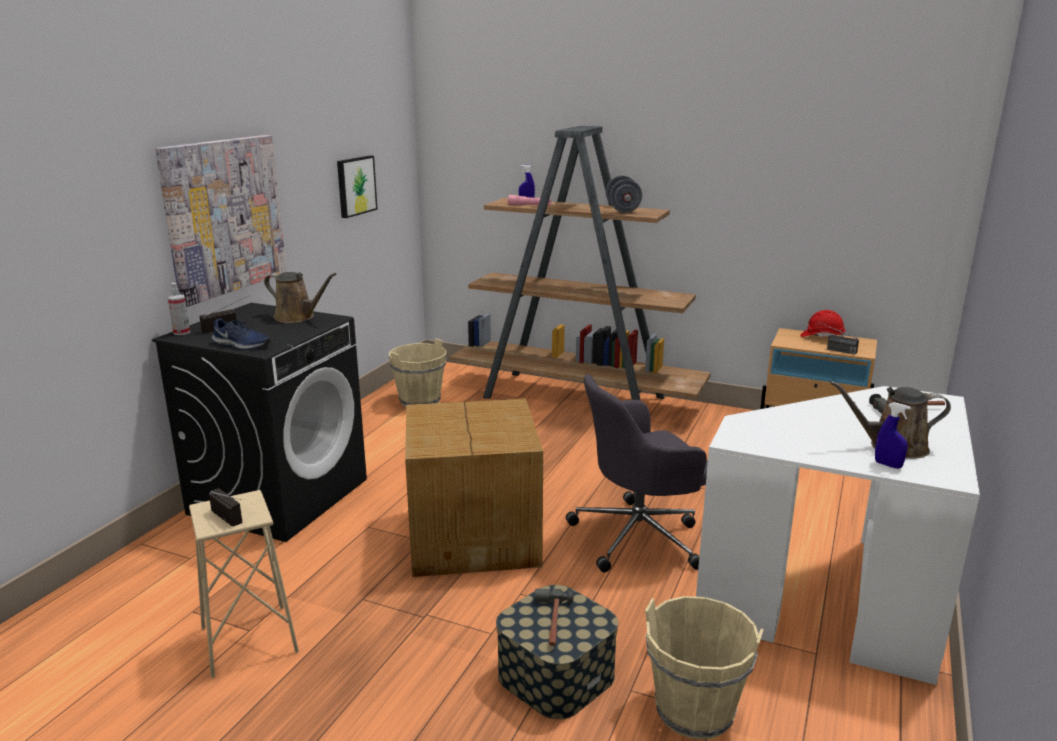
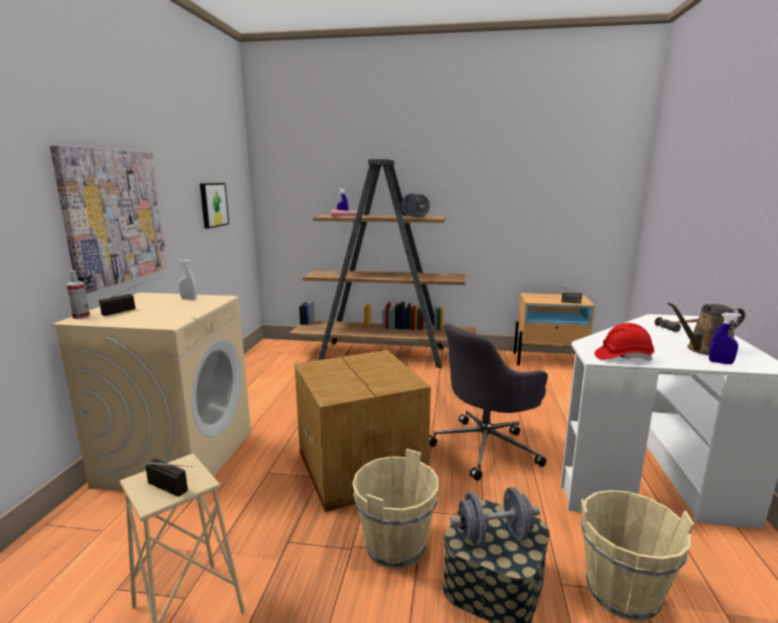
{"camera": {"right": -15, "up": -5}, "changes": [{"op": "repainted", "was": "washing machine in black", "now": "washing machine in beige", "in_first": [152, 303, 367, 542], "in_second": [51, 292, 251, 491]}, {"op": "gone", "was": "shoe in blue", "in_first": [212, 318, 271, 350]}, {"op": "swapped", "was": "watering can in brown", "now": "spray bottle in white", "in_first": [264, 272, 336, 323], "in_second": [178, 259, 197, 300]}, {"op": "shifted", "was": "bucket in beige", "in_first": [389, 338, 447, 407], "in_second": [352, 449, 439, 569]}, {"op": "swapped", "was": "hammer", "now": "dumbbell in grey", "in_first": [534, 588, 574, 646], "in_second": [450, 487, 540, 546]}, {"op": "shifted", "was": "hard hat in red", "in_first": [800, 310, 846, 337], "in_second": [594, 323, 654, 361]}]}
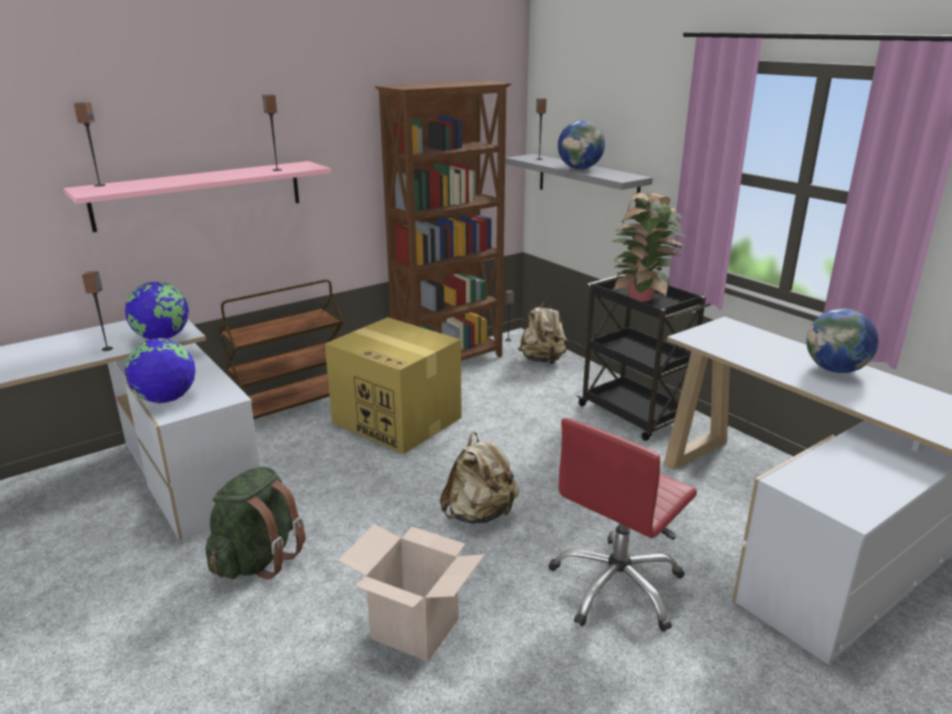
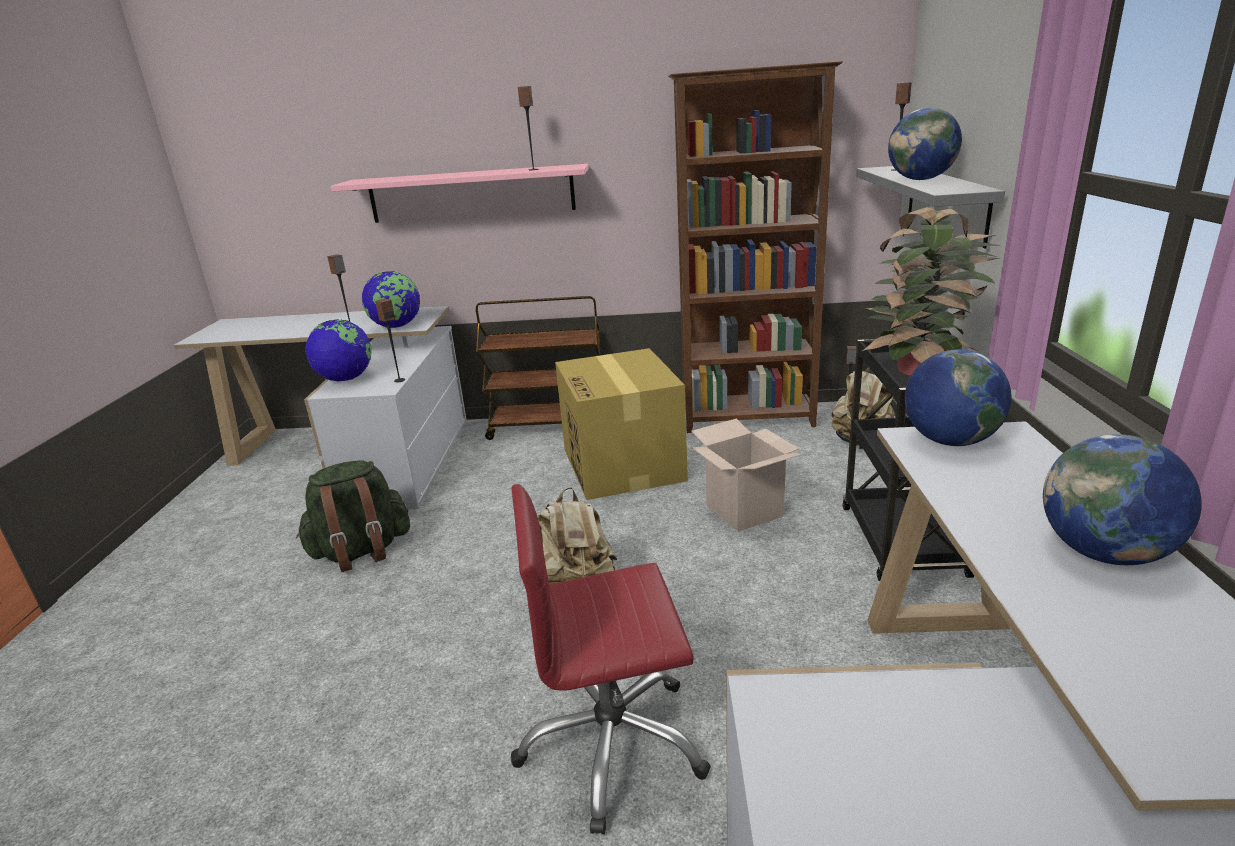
{"camera": {"right": 40, "up": 0}, "changes": [{"op": "shifted", "was": "speaker", "in_first": [74, 102, 105, 187], "in_second": [375, 298, 405, 382]}, {"op": "shifted", "was": "cardboard box", "in_first": [338, 524, 485, 662], "in_second": [691, 419, 803, 532]}, {"op": "new", "now": "globe", "in_second": [905, 349, 1012, 446]}]}
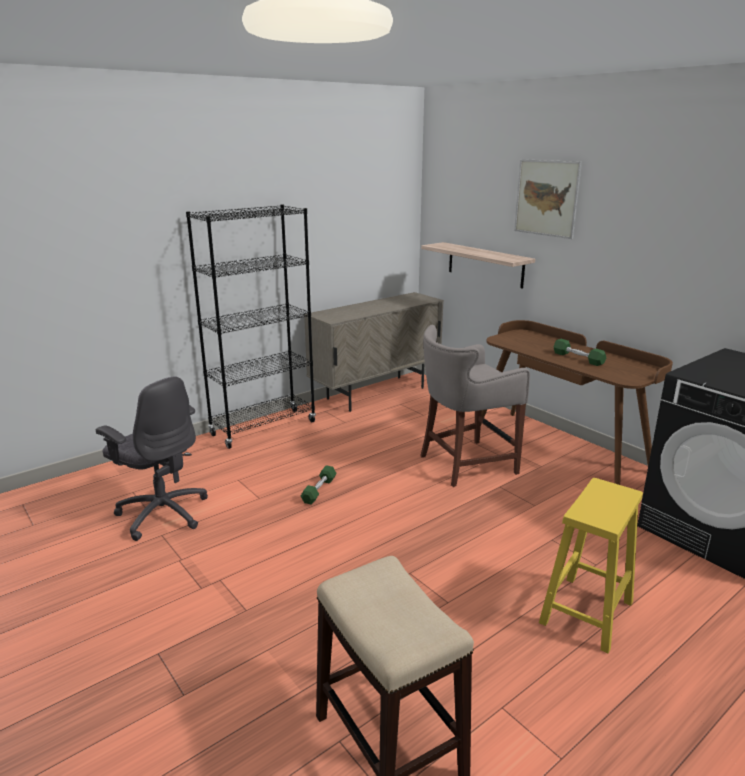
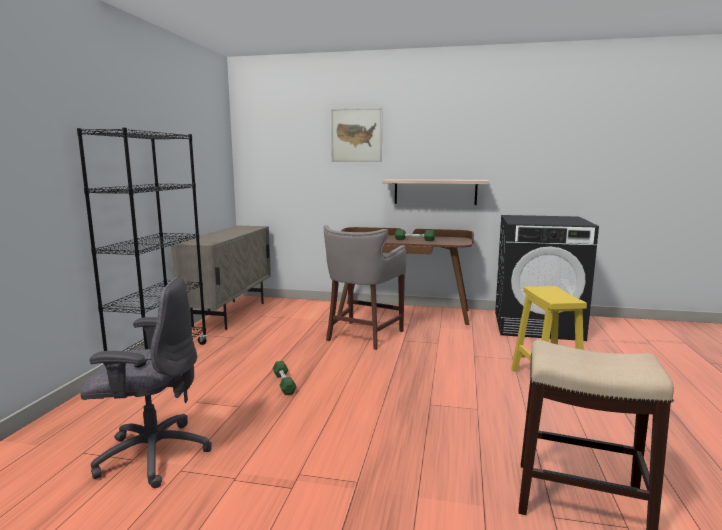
{"camera": {"right": -40, "up": -10}, "changes": [{"op": "shifted", "was": "shelf", "in_first": [421, 242, 535, 289], "in_second": [382, 179, 489, 205]}]}
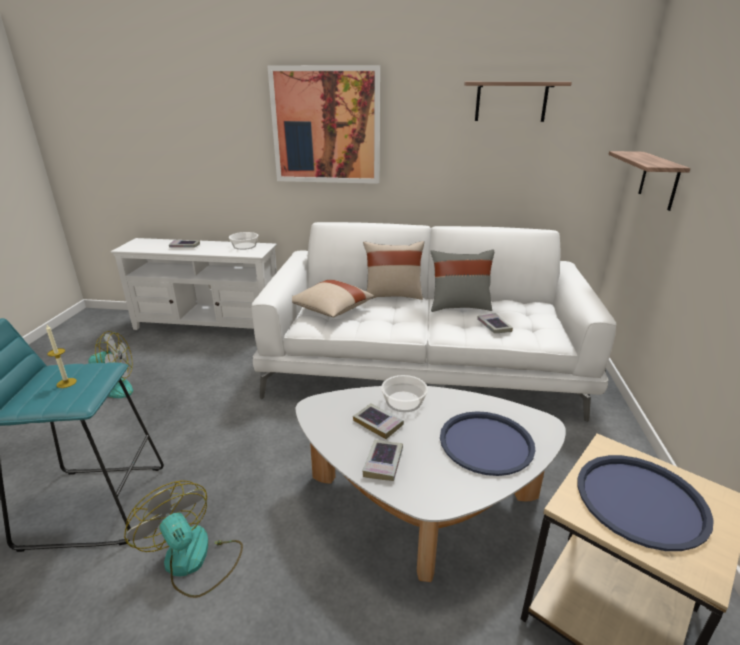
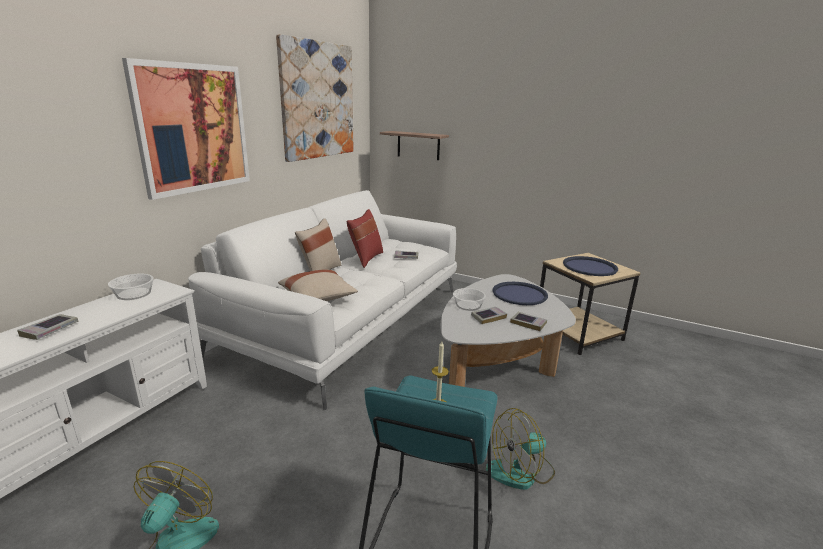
{"camera": {"right": -70, "up": -5}, "changes": [{"op": "repainted", "was": "pillow in grey", "now": "pillow in red", "in_first": [430, 249, 494, 312], "in_second": [347, 209, 383, 268]}, {"op": "swapped", "was": "shelf", "now": "picture", "in_first": [464, 82, 572, 122], "in_second": [276, 34, 354, 162]}]}
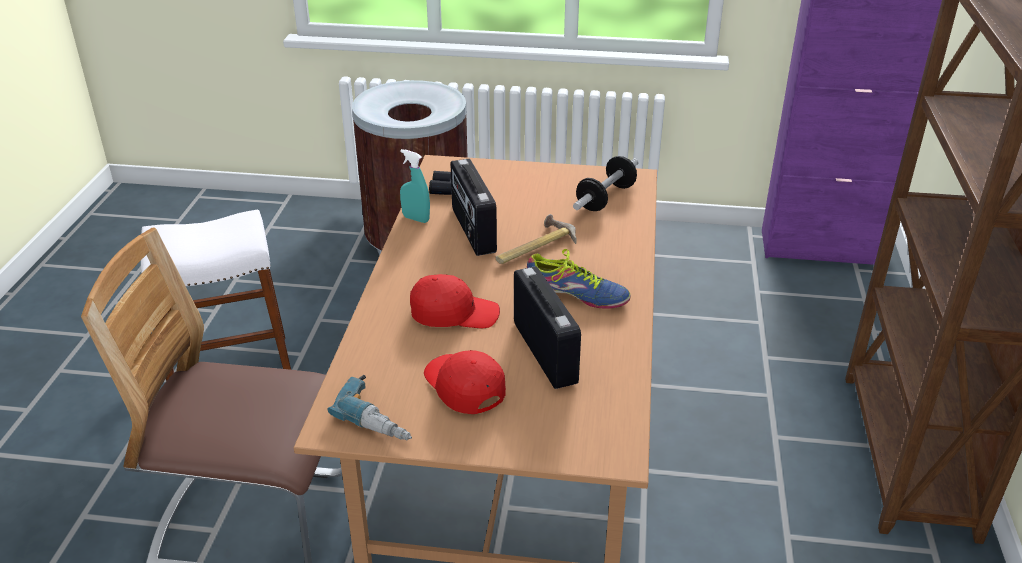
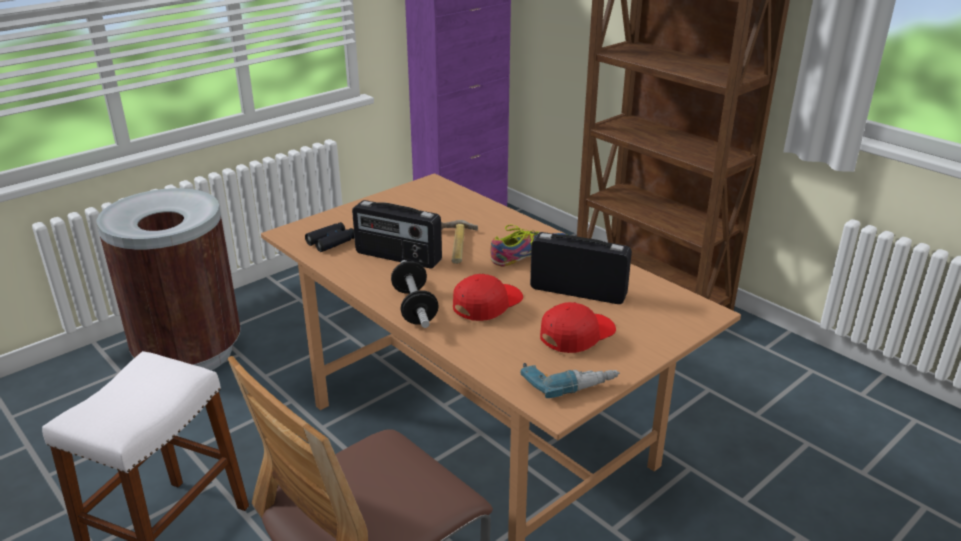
{"camera": {"right": -50, "up": -5}, "changes": [{"op": "gone", "was": "spray bottle in turquoise", "in_first": [400, 149, 430, 223]}, {"op": "rotated", "was": "cap in red", "in_first": [424, 350, 506, 414], "in_second": [540, 302, 616, 353], "clockwise": 135}, {"op": "shifted", "was": "dumbbell", "in_first": [573, 156, 638, 211], "in_second": [391, 260, 439, 328]}]}
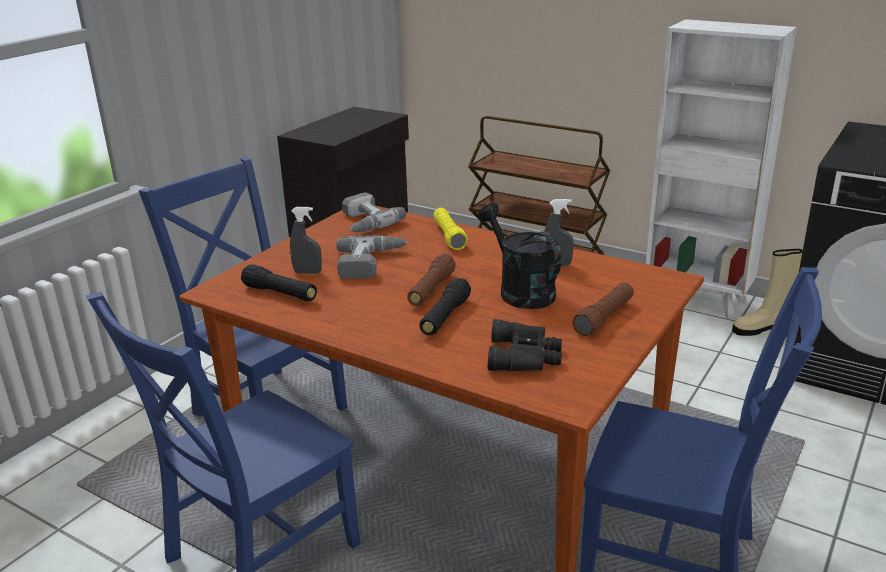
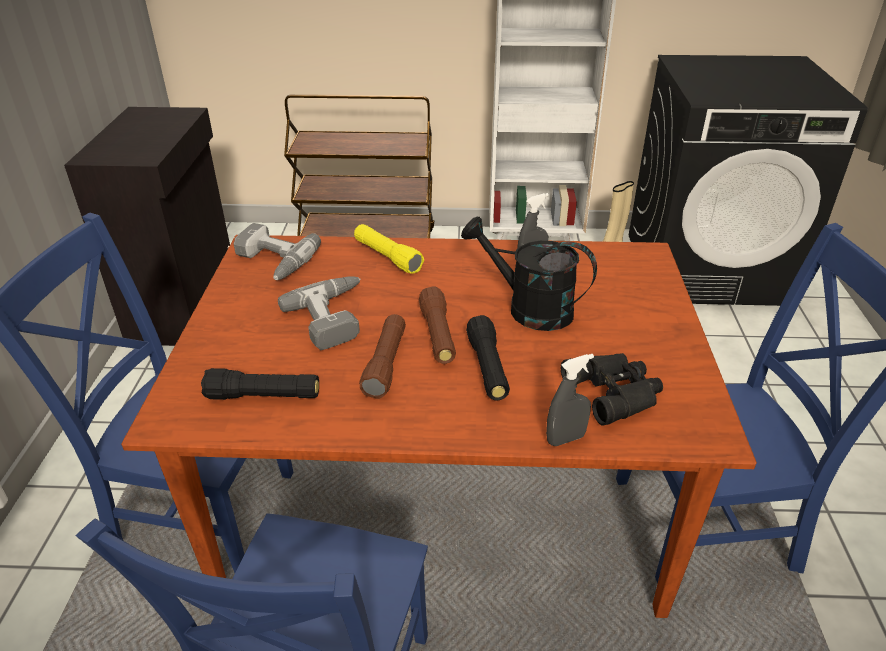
{"camera": {"right": -30, "up": 10}, "changes": [{"op": "shifted", "was": "spray bottle in grey", "in_first": [290, 207, 322, 274], "in_second": [546, 354, 594, 446]}, {"op": "shifted", "was": "flashlight in brown", "in_first": [572, 283, 634, 336], "in_second": [359, 314, 406, 399]}]}
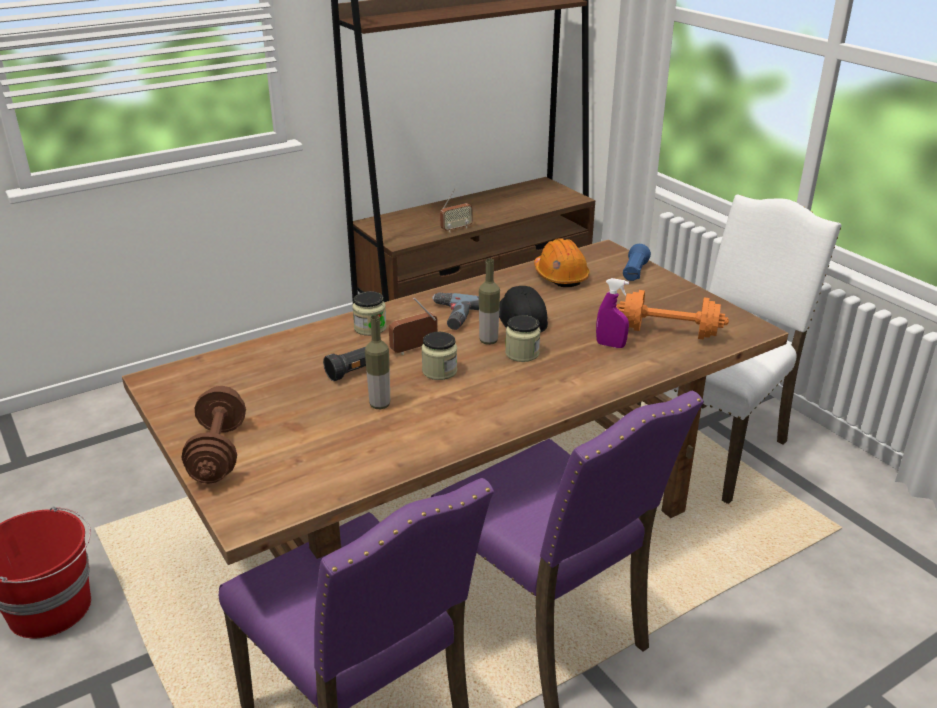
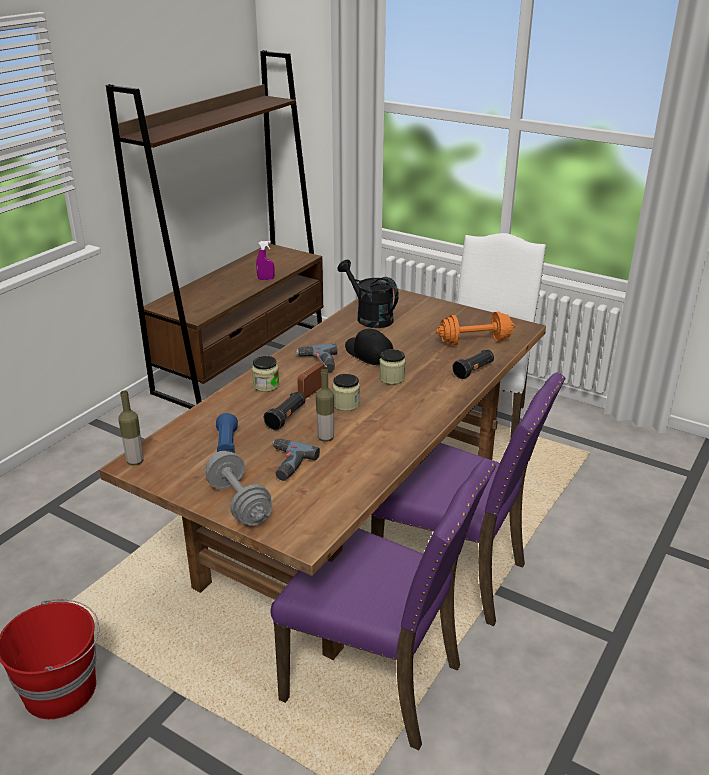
{"camera": {"right": -25, "up": 0}, "changes": [{"op": "repainted", "was": "dumbbell in brown", "now": "dumbbell in grey", "in_first": [181, 386, 246, 484], "in_second": [206, 451, 272, 526]}, {"op": "gone", "was": "radio", "in_first": [440, 188, 473, 232]}, {"op": "shifted", "was": "bottle", "in_first": [479, 258, 500, 345], "in_second": [119, 391, 143, 466]}, {"op": "swapped", "was": "hard hat in orange", "now": "watering can in black", "in_first": [534, 238, 590, 287], "in_second": [338, 260, 399, 328]}, {"op": "shifted", "was": "spray bottle in purple", "in_first": [596, 278, 629, 348], "in_second": [256, 241, 275, 280]}, {"op": "shifted", "was": "flashlight in blue", "in_first": [623, 244, 651, 281], "in_second": [216, 413, 238, 453]}, {"op": "new", "now": "power drill", "in_second": [272, 438, 320, 481]}, {"op": "new", "now": "flashlight in black", "in_second": [452, 350, 494, 379]}]}
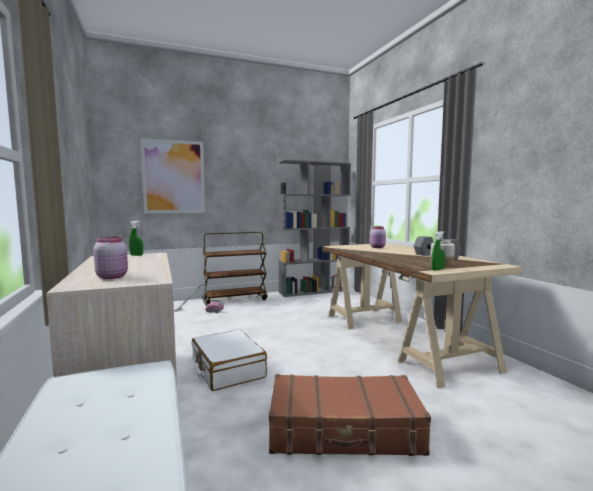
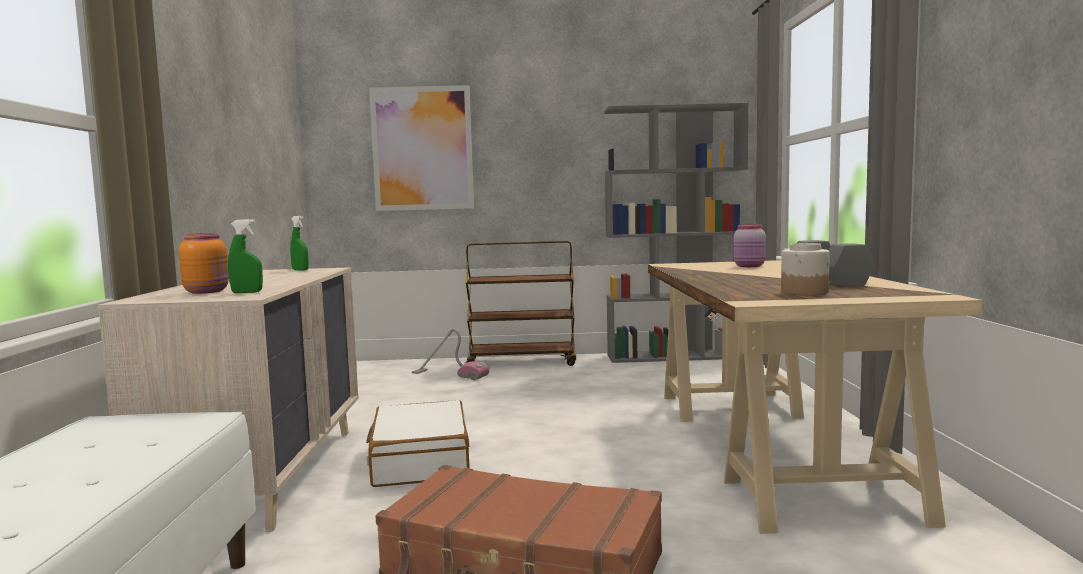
{"camera": {"right": 20, "up": 0}, "changes": [{"op": "repainted", "was": "jar in pink", "now": "jar in orange", "in_first": [93, 237, 128, 279], "in_second": [179, 233, 229, 294]}, {"op": "shifted", "was": "spray bottle in green", "in_first": [431, 231, 445, 270], "in_second": [228, 219, 263, 293]}]}
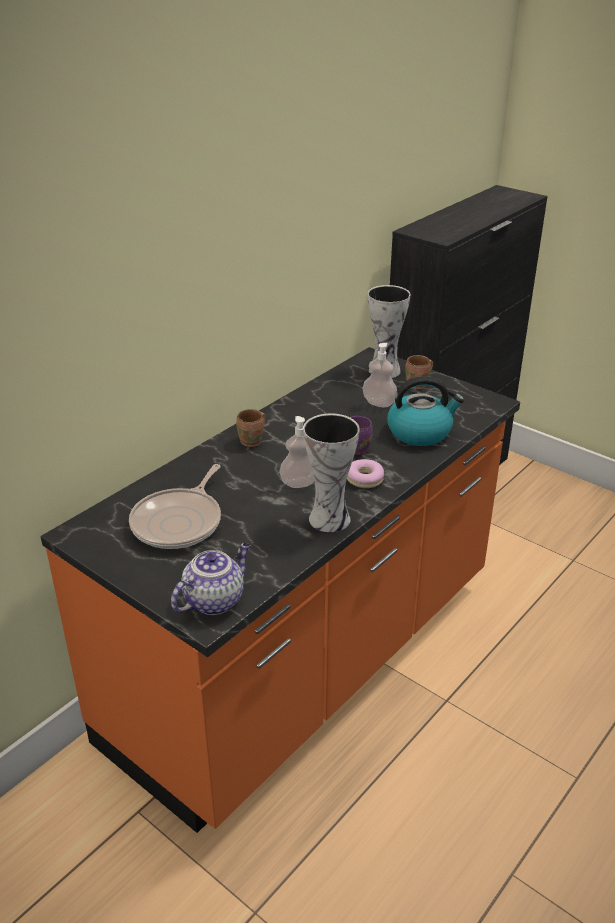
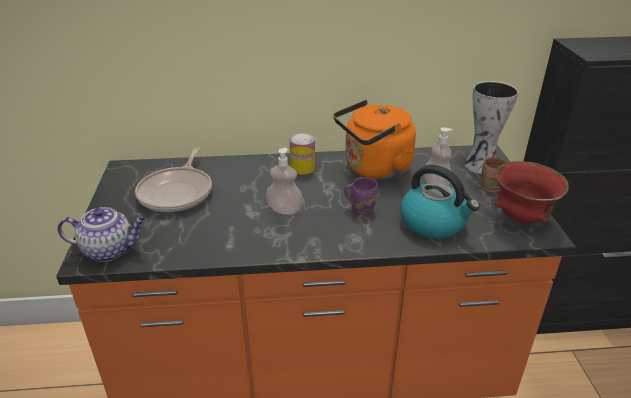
{"camera": {"right": 45, "up": 0}, "changes": [{"op": "rotated", "was": "frying pan", "in_first": [129, 464, 221, 549], "in_second": [135, 147, 212, 212], "clockwise": -60}, {"op": "swapped", "was": "mug in brown", "now": "can", "in_first": [236, 409, 266, 447], "in_second": [290, 133, 315, 175]}, {"op": "gone", "was": "vase", "in_first": [303, 414, 359, 532]}, {"op": "gone", "was": "donut", "in_first": [347, 459, 384, 488]}, {"op": "new", "now": "kettle in orange", "in_second": [333, 100, 416, 180]}, {"op": "new", "now": "bowl in red", "in_second": [494, 161, 569, 223]}]}
